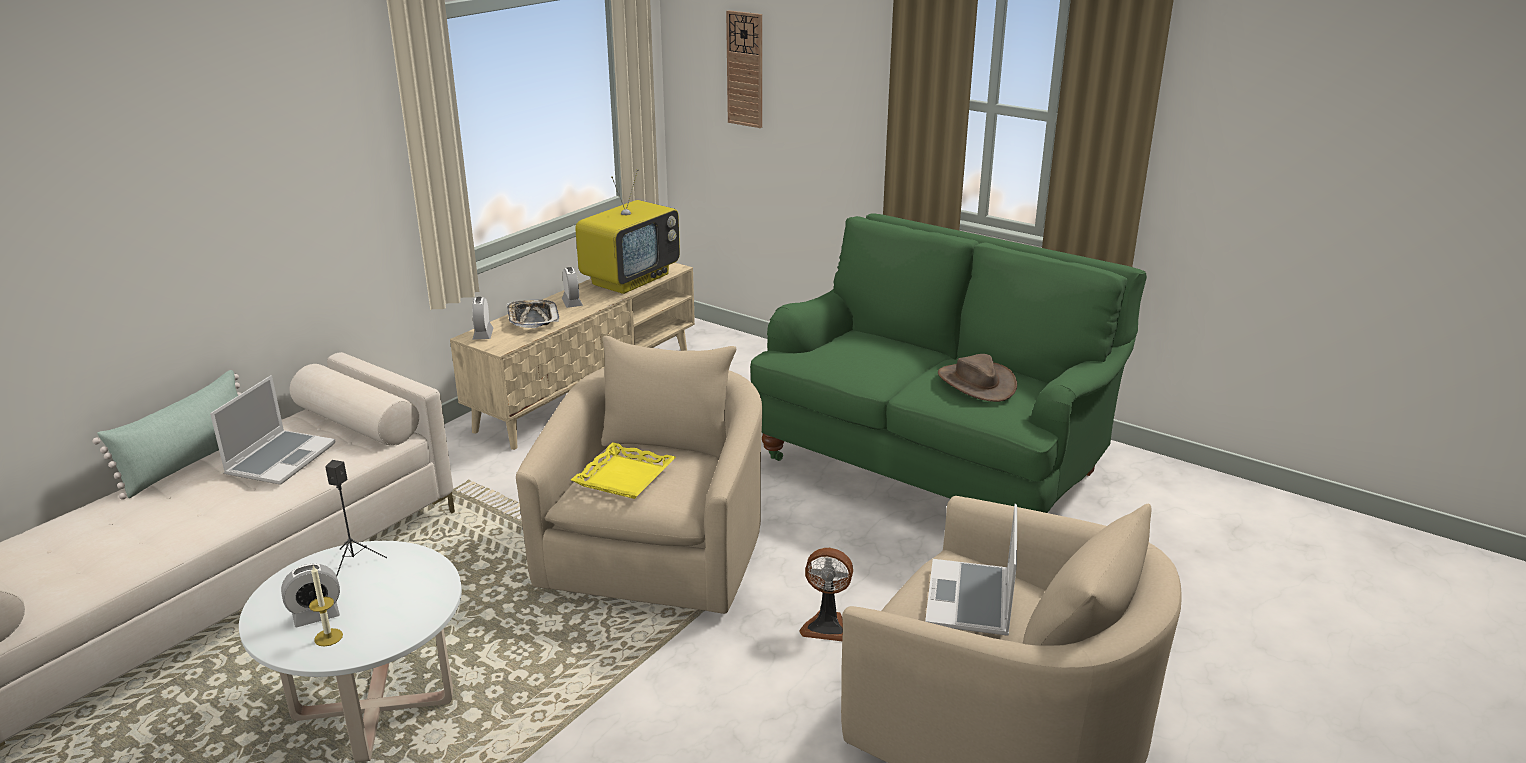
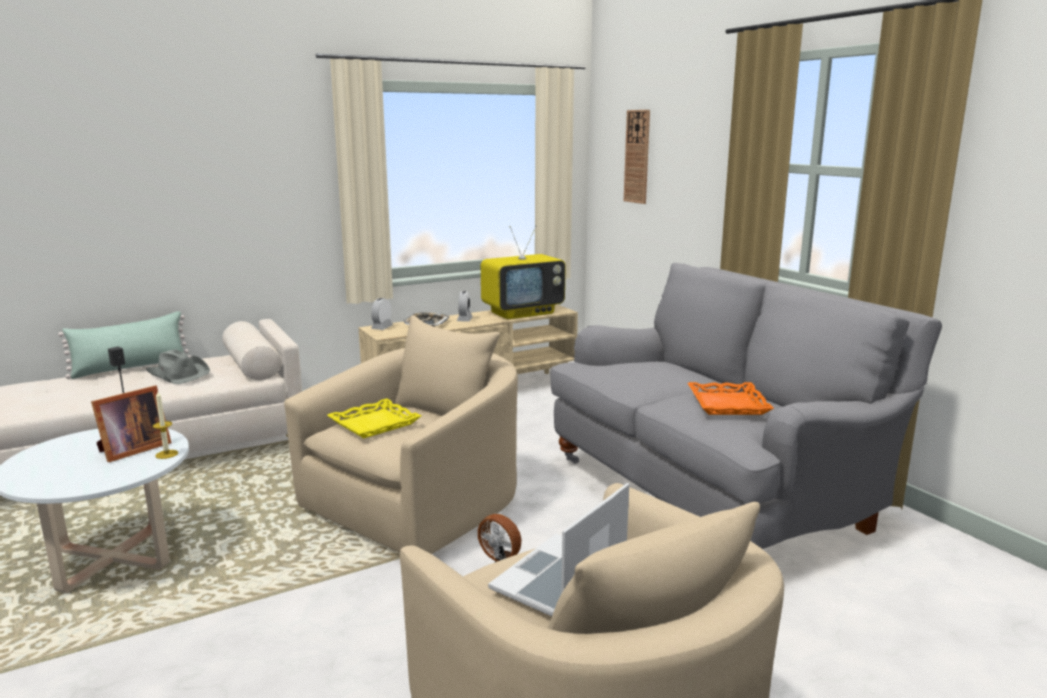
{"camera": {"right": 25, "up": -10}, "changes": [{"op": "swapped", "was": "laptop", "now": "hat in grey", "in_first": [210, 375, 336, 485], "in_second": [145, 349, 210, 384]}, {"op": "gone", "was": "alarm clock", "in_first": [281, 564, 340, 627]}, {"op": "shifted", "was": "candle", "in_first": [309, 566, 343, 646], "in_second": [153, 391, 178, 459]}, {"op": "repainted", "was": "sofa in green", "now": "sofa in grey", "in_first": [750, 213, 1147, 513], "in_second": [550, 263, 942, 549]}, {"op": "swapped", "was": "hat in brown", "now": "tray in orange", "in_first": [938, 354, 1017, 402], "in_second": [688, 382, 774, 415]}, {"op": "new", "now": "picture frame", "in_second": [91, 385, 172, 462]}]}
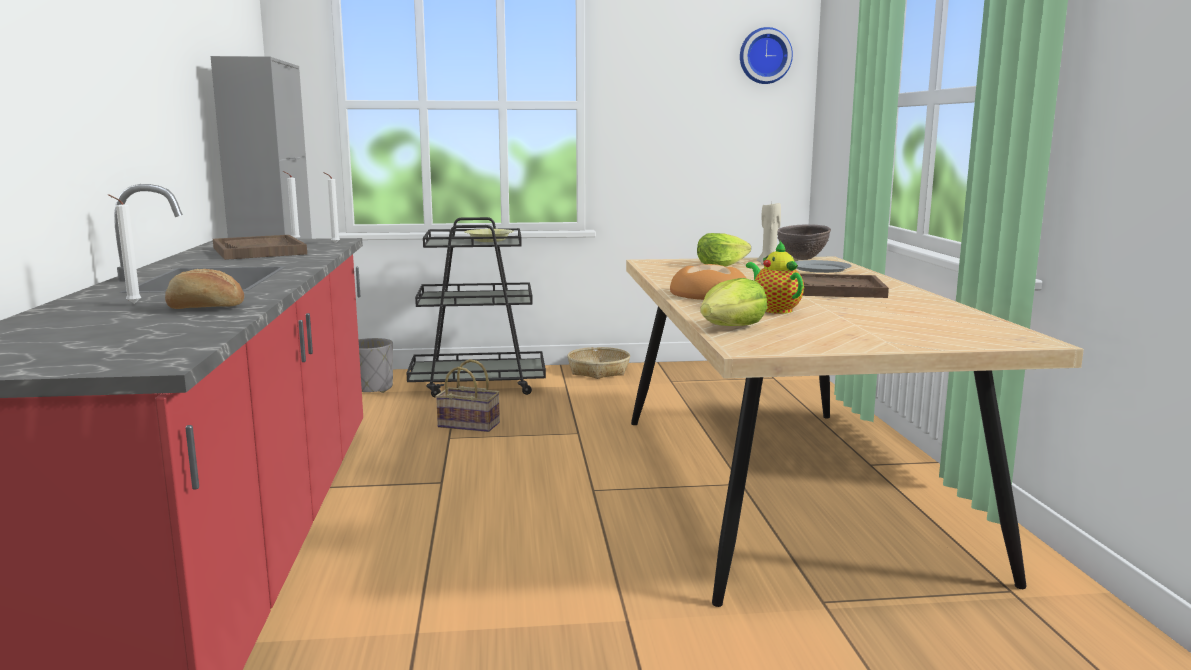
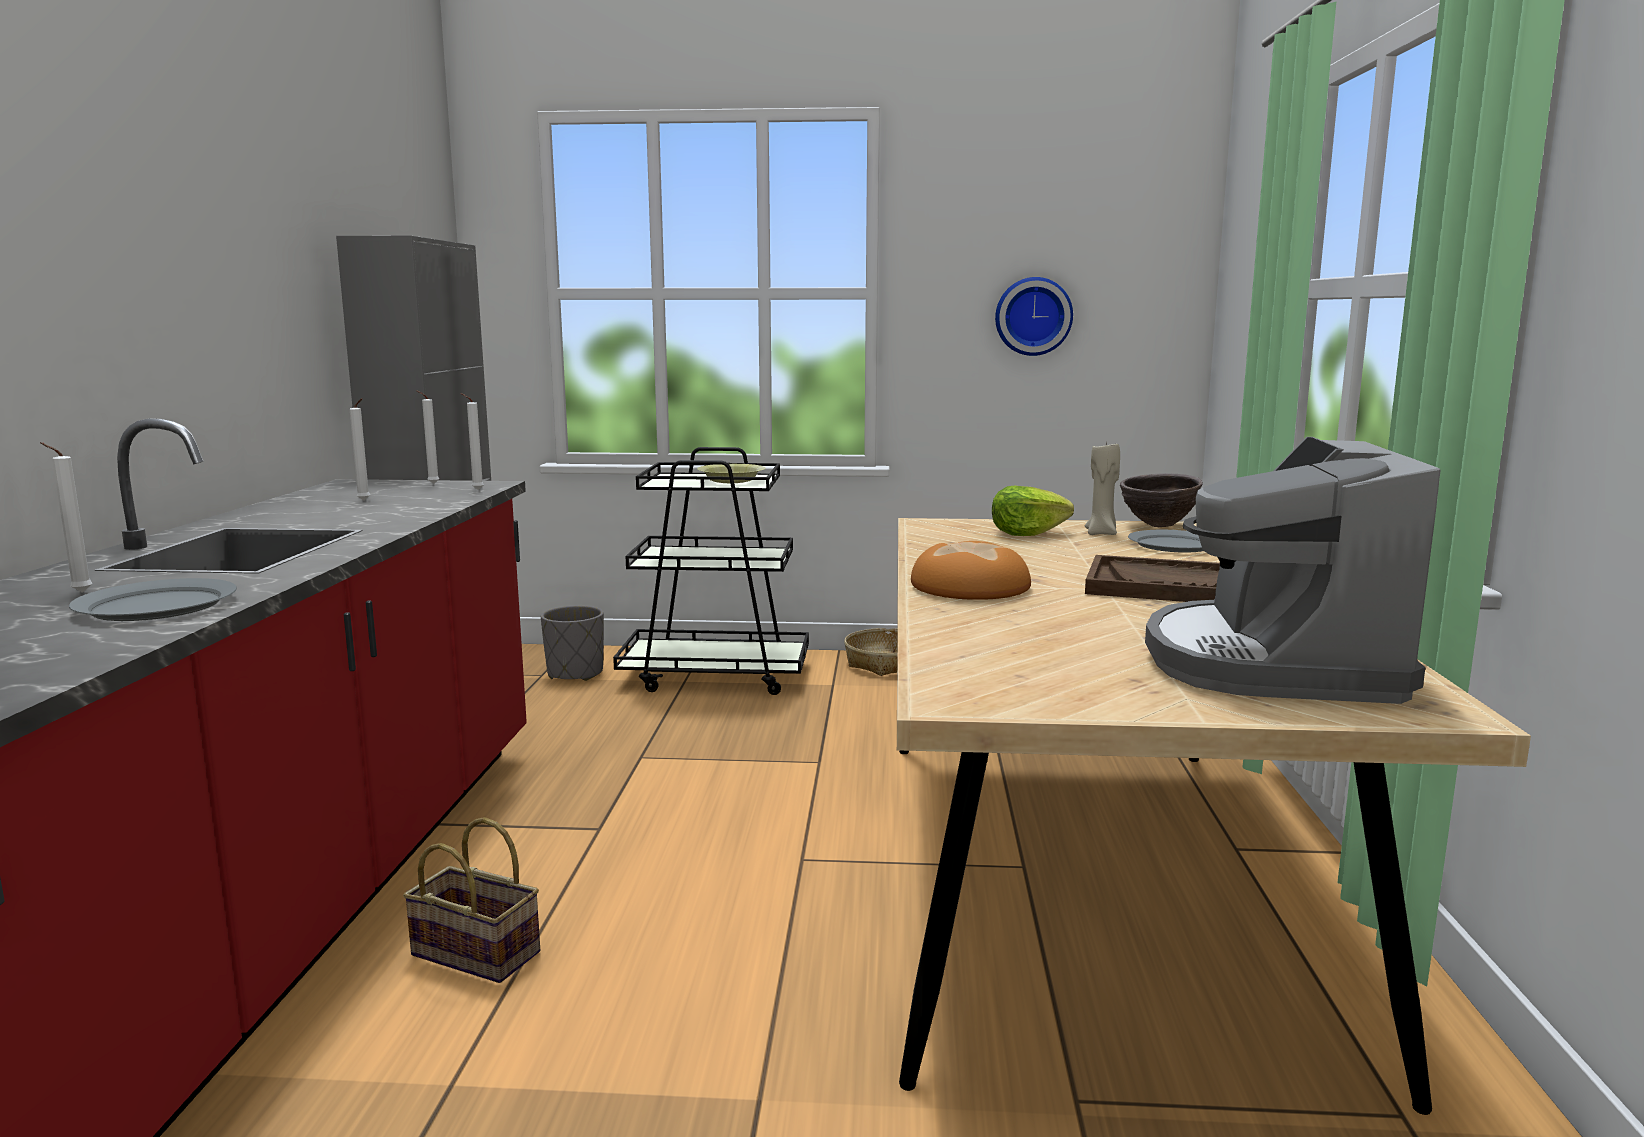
{"camera": {"right": 10, "up": 0}, "changes": [{"op": "swapped", "was": "bread", "now": "plate in grey", "in_first": [165, 269, 244, 309], "in_second": [69, 578, 237, 621]}, {"op": "swapped", "was": "tray in brown", "now": "candle in white", "in_first": [213, 235, 307, 260], "in_second": [350, 398, 370, 501]}, {"op": "shifted", "was": "basket", "in_first": [435, 359, 500, 432], "in_second": [403, 817, 540, 983]}, {"op": "gone", "was": "lettuce", "in_first": [700, 278, 768, 326]}, {"op": "shifted", "was": "wall clock", "in_first": [740, 27, 793, 84], "in_second": [995, 277, 1073, 356]}, {"op": "gone", "was": "teapot", "in_first": [746, 241, 804, 314]}, {"op": "new", "now": "coffee machine", "in_second": [1145, 437, 1441, 704]}]}
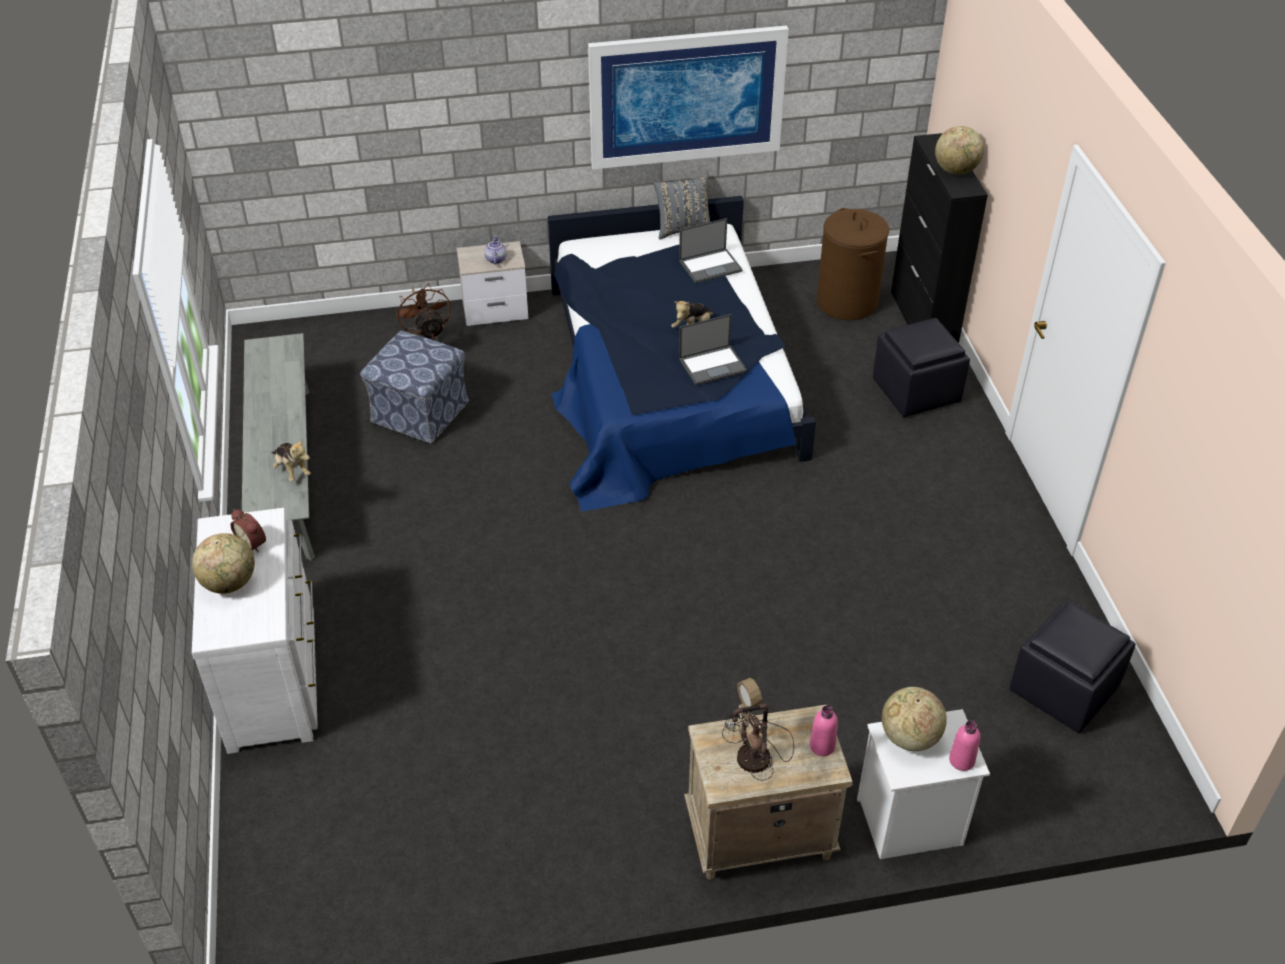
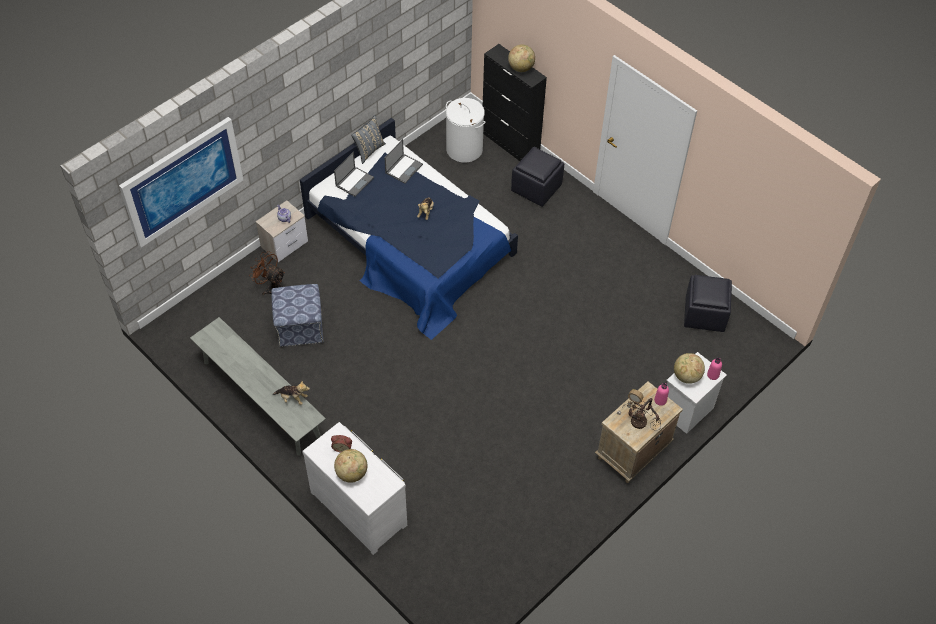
{"camera": {"right": -35, "up": 10}, "changes": [{"op": "shifted", "was": "picture", "in_first": [588, 25, 789, 169], "in_second": [119, 117, 243, 247]}, {"op": "shifted", "was": "laptop", "in_first": [679, 314, 747, 385], "in_second": [334, 152, 374, 197]}, {"op": "repainted", "was": "laundry basket in brown", "now": "laundry basket in white", "in_first": [817, 208, 889, 320], "in_second": [446, 98, 485, 163]}]}
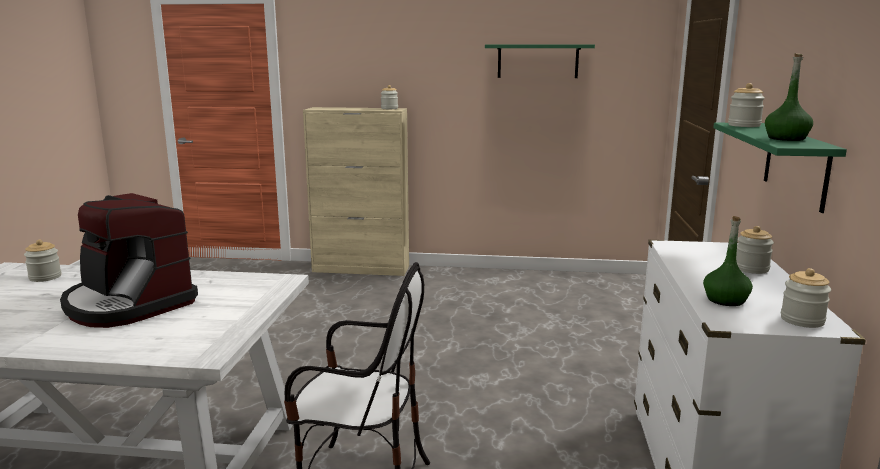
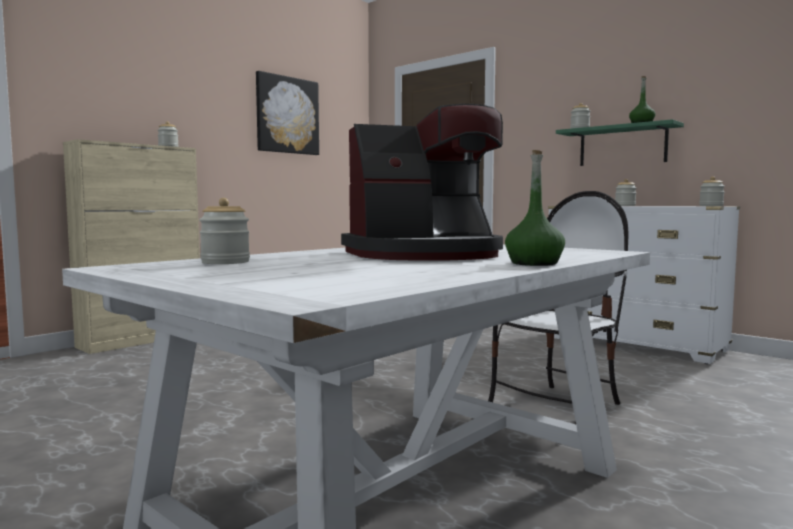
{"camera": {"right": -55, "up": -10}, "changes": [{"op": "swapped", "was": "shelf in green", "now": "picture", "in_first": [485, 44, 595, 78], "in_second": [256, 71, 319, 155]}, {"op": "shifted", "was": "bottle in green", "in_first": [703, 216, 753, 306], "in_second": [505, 150, 565, 266]}]}
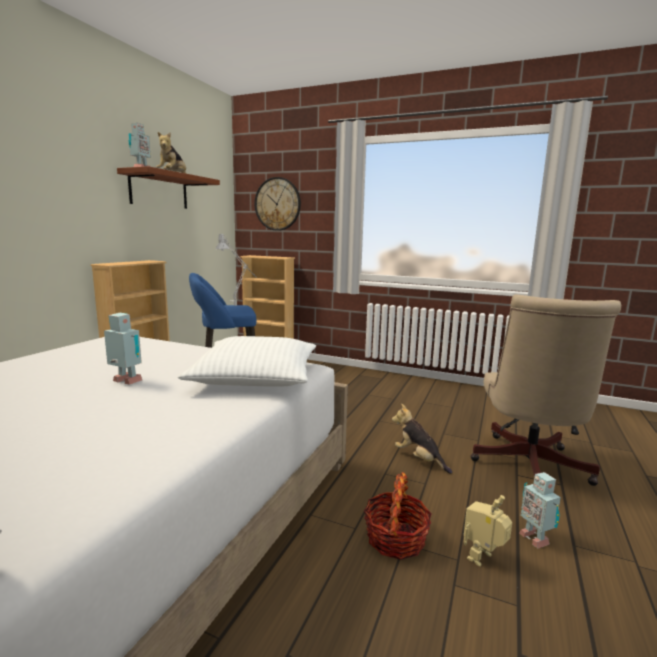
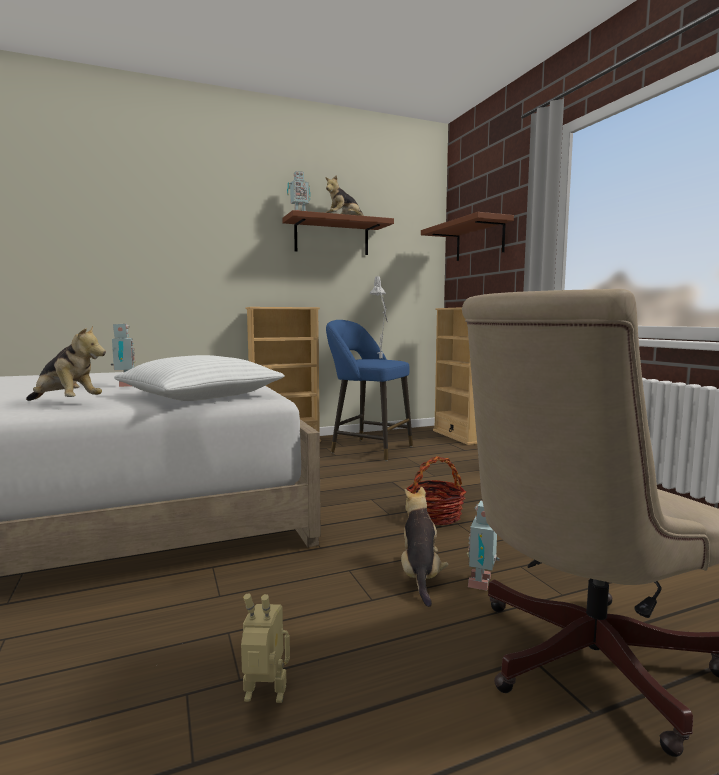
{"camera": {"right": 45, "up": -5}, "changes": [{"op": "swapped", "was": "wall clock", "now": "shelf in brown", "in_first": [255, 177, 301, 231], "in_second": [421, 212, 514, 261]}, {"op": "shifted", "was": "basket", "in_first": [364, 472, 432, 560], "in_second": [406, 456, 466, 525]}, {"op": "shifted", "was": "toy robot", "in_first": [519, 472, 561, 549], "in_second": [466, 501, 500, 591]}, {"op": "new", "now": "plush toy", "in_second": [26, 326, 106, 401]}]}
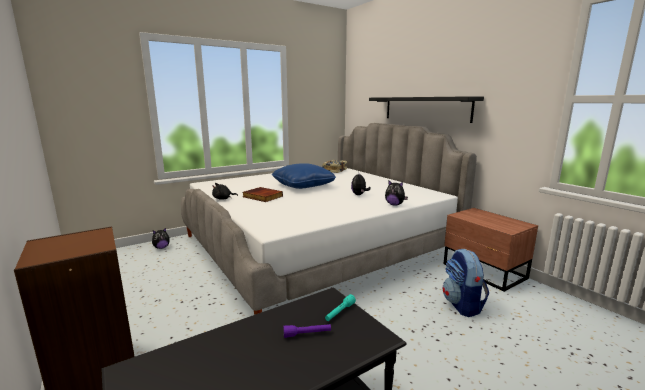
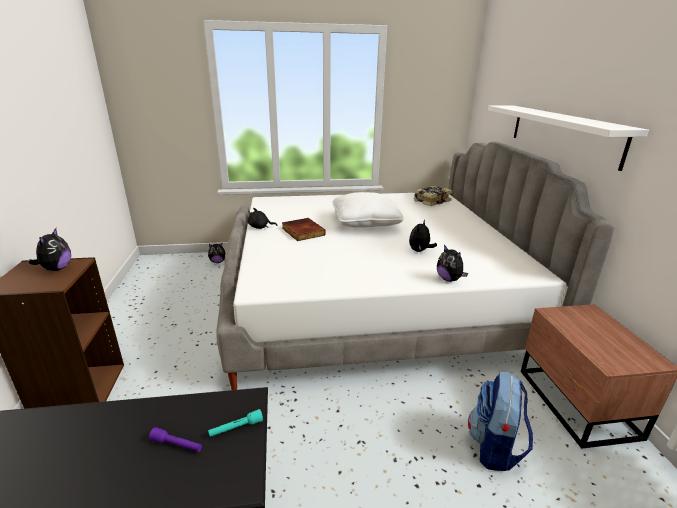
{"camera": {"right": 25, "up": 10}, "changes": [{"op": "repainted", "was": "pillow in blue", "now": "pillow in white", "in_first": [272, 163, 336, 189], "in_second": [332, 192, 404, 228]}, {"op": "repainted", "was": "shelf in black", "now": "shelf in white", "in_first": [369, 96, 484, 123], "in_second": [488, 106, 649, 171]}, {"op": "new", "now": "plush toy", "in_second": [29, 228, 71, 271]}]}
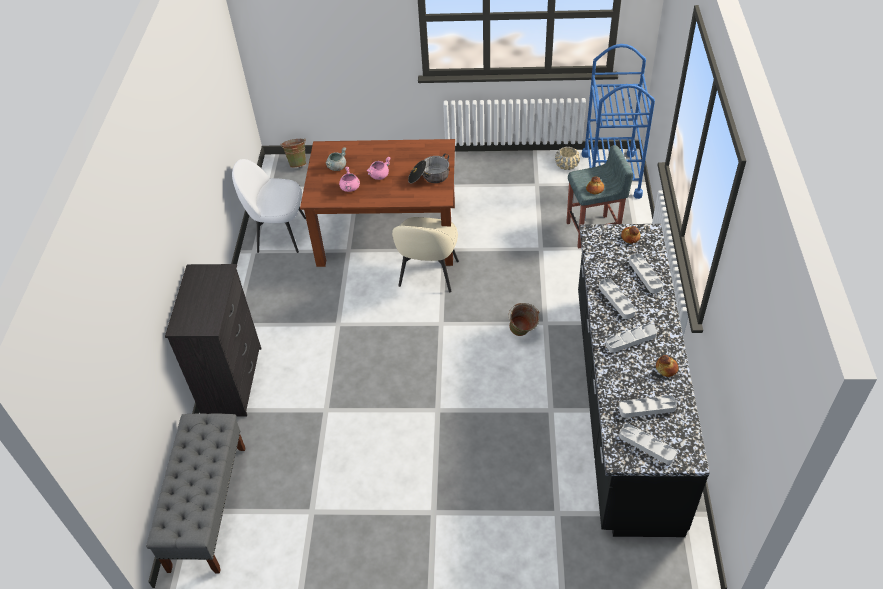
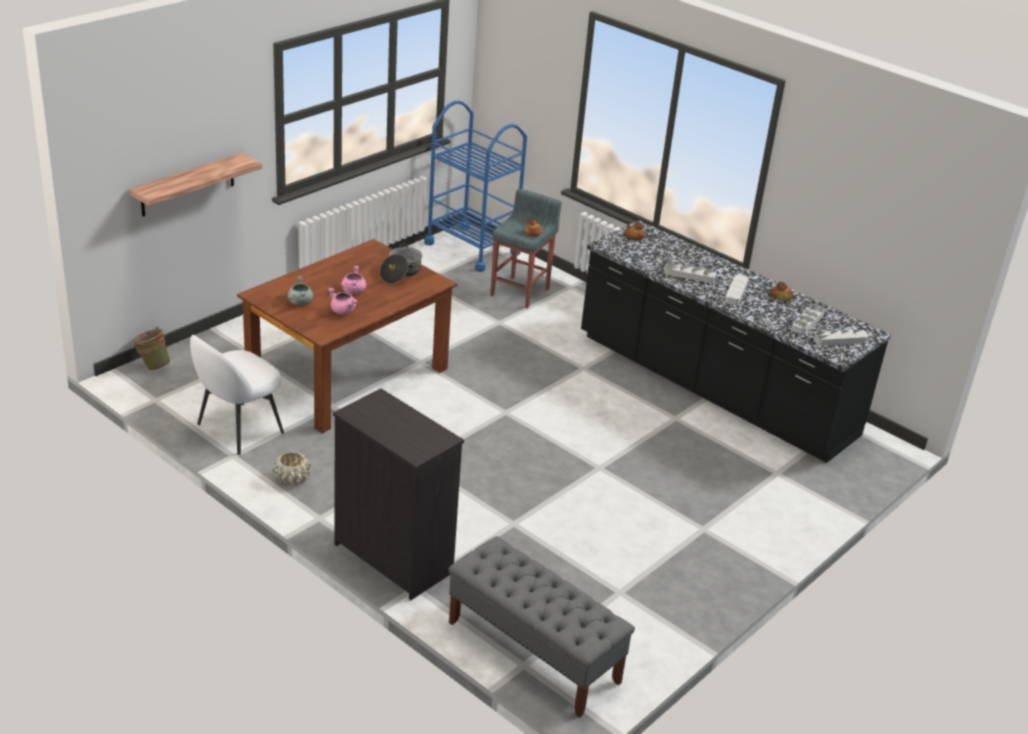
{"camera": {"right": -55, "up": -15}, "changes": [{"op": "gone", "was": "chair in beige", "in_first": [392, 217, 459, 292]}, {"op": "gone", "was": "bucket in green", "in_first": [509, 303, 539, 336]}, {"op": "shifted", "was": "planter in beige", "in_first": [555, 147, 580, 170], "in_second": [272, 451, 311, 486]}, {"op": "gone", "was": "tray in grey", "in_first": [629, 253, 663, 293]}, {"op": "new", "now": "shelf", "in_second": [129, 153, 262, 217]}]}
